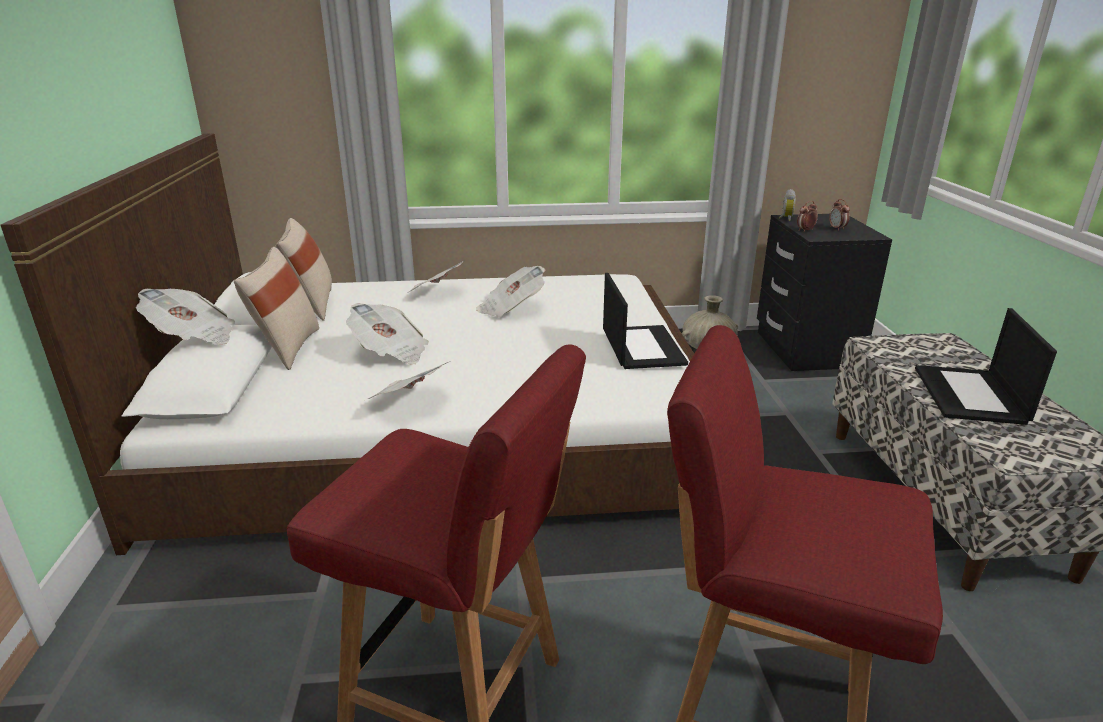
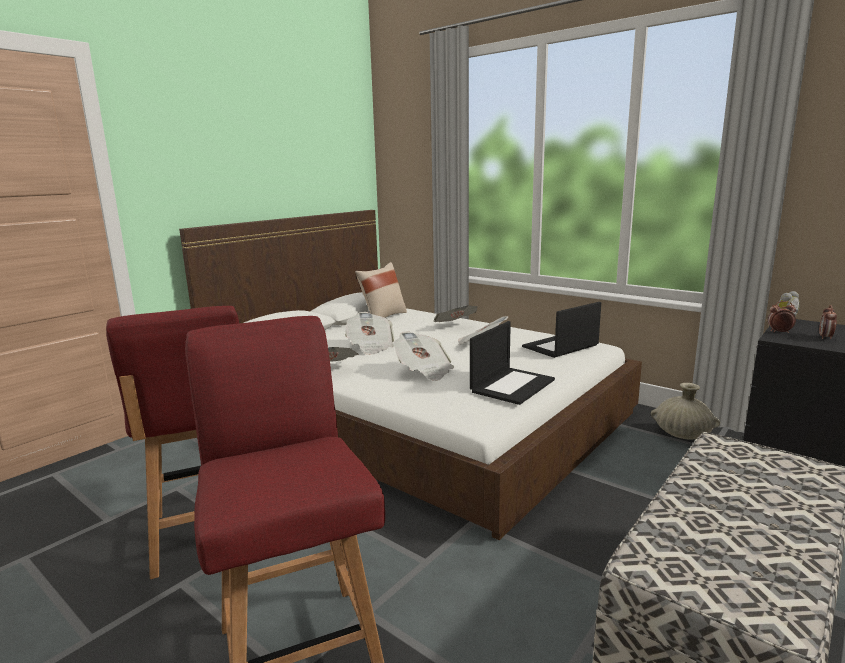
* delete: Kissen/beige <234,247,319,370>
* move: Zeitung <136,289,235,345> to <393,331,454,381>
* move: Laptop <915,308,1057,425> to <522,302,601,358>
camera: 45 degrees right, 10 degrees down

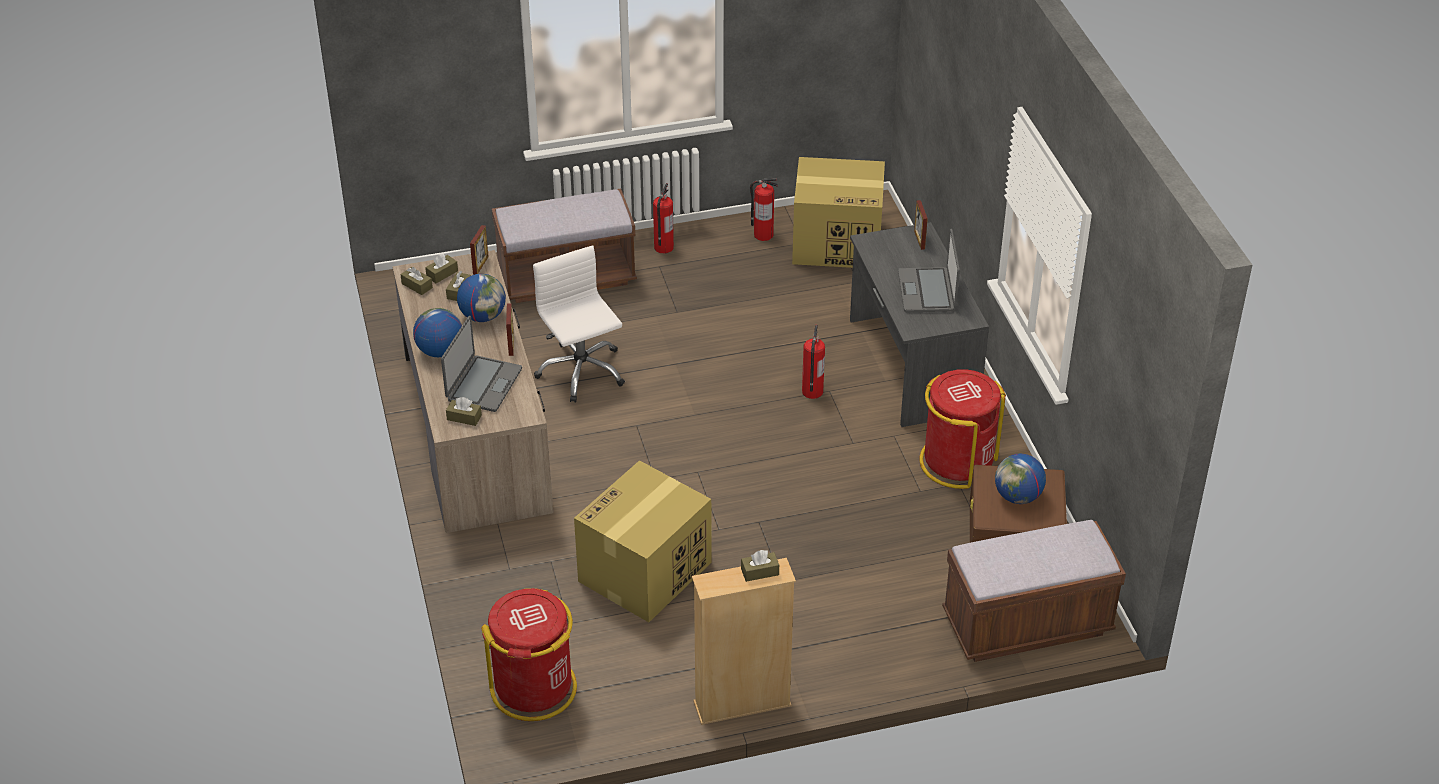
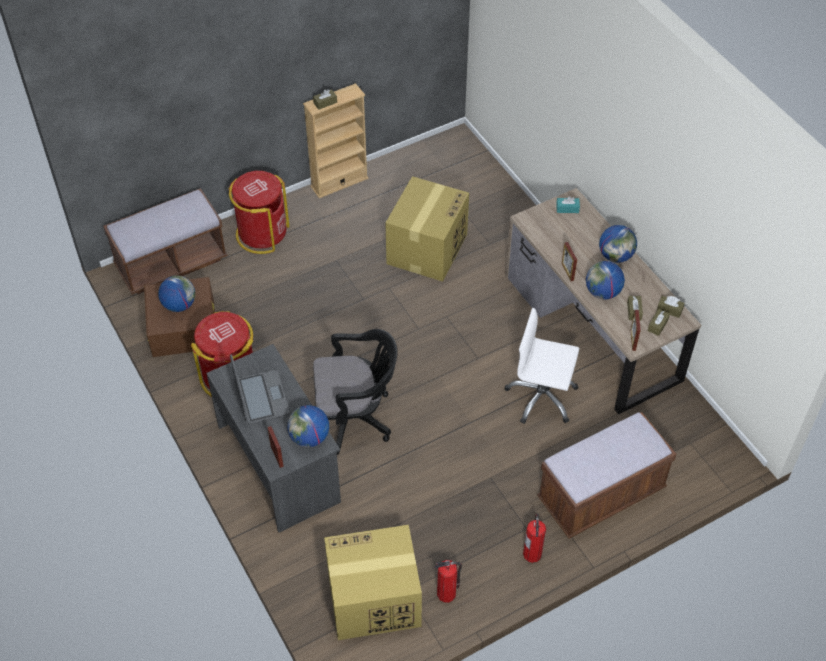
* rotate: Bürostuhl/weiß <533,245,625,402> = <504,308,579,424> 150 degrees clockwise
* delete: Laptop <441,316,522,412>
* replace: Feuerlöscher <802,325,825,399> to Bürostuhl/schwarz <313,329,398,455>
* recolor: Taschentuchbox/braun <446,397,482,426> to Taschentuchbox/türkis <556,196,580,213>
* move: Mülleimer/rot <481,588,577,721> to <229,171,289,254>
* insert: Globus <287,405,329,447>
camera: 165 degrees right, 10 degrees up

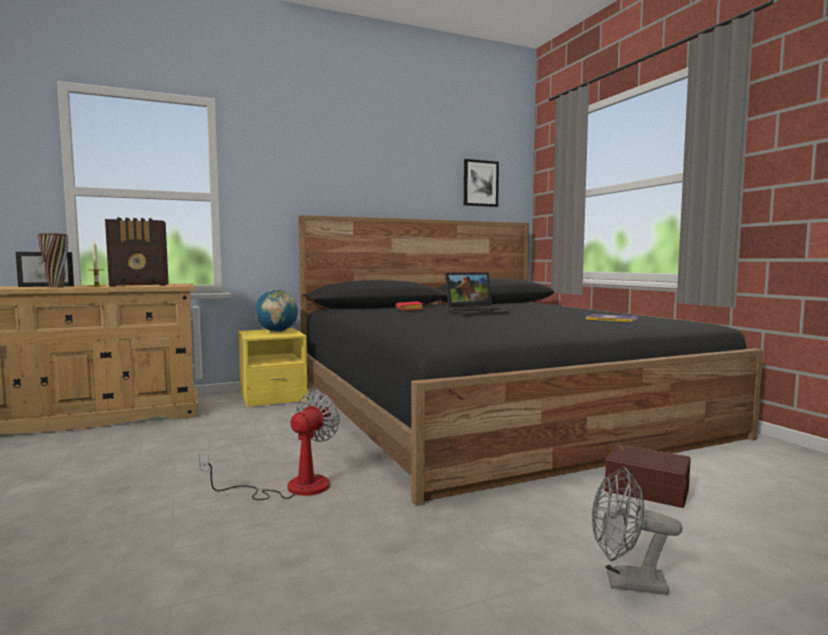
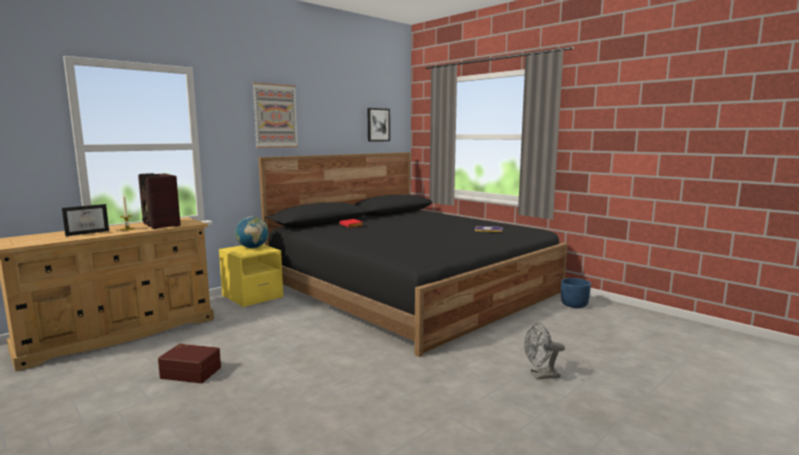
* rotate: Radio <105,217,168,286> = <138,173,181,229> 90 degrees clockwise
* delete: Vase/braun <38,233,68,288>
* delete: Laptop <445,272,509,316>
* delete: Ventilator <199,391,340,500>
* move: Aufbewahrungsbox/braun <605,444,691,508> to <158,344,221,383>
* insert: Bild <252,82,298,148>
* insert: Pflanzkübel/blau <561,278,591,308>
camera: 20 degrees left, 5 degrees up

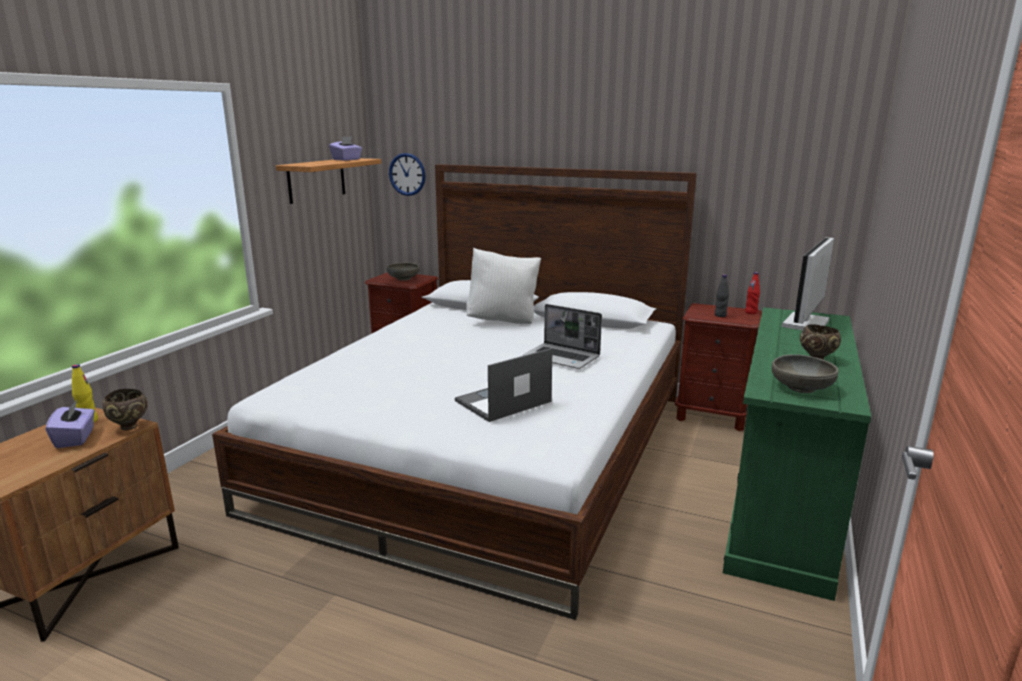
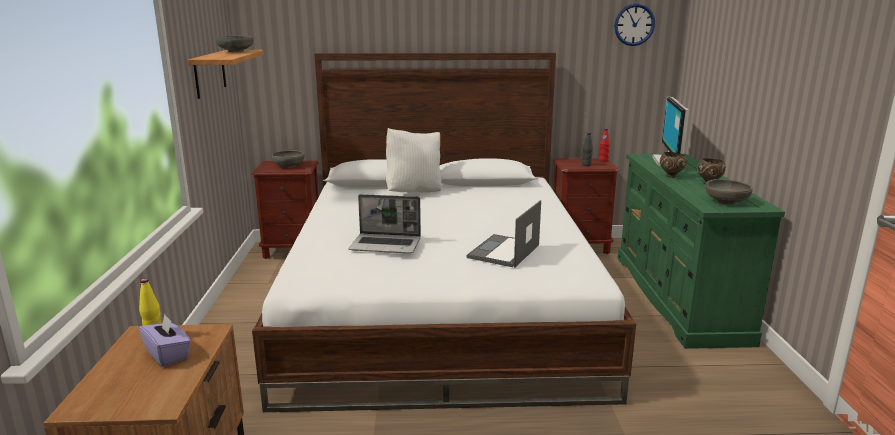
* replace: Taschentuchbox/lila <329,137,362,161> to Schüssel/grau <215,36,253,52>
* move: Wanduhr <389,153,426,196> to <614,3,655,46>
* move: Laptop <523,304,602,369> to <348,194,421,253>
* move: Schüssel/braun <102,389,148,431> to <660,152,687,178>
camera: 25 degrees left, 0 degrees up

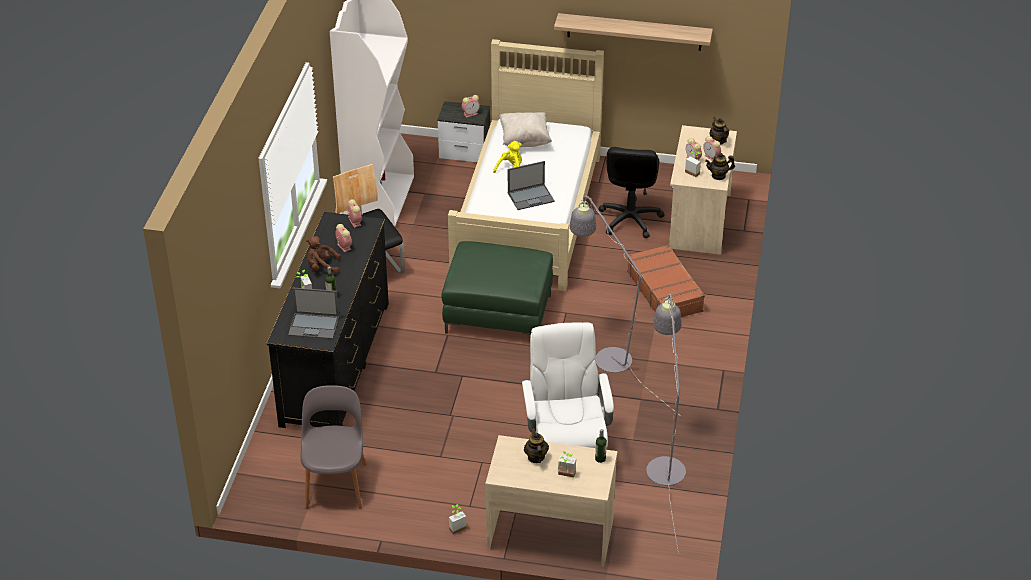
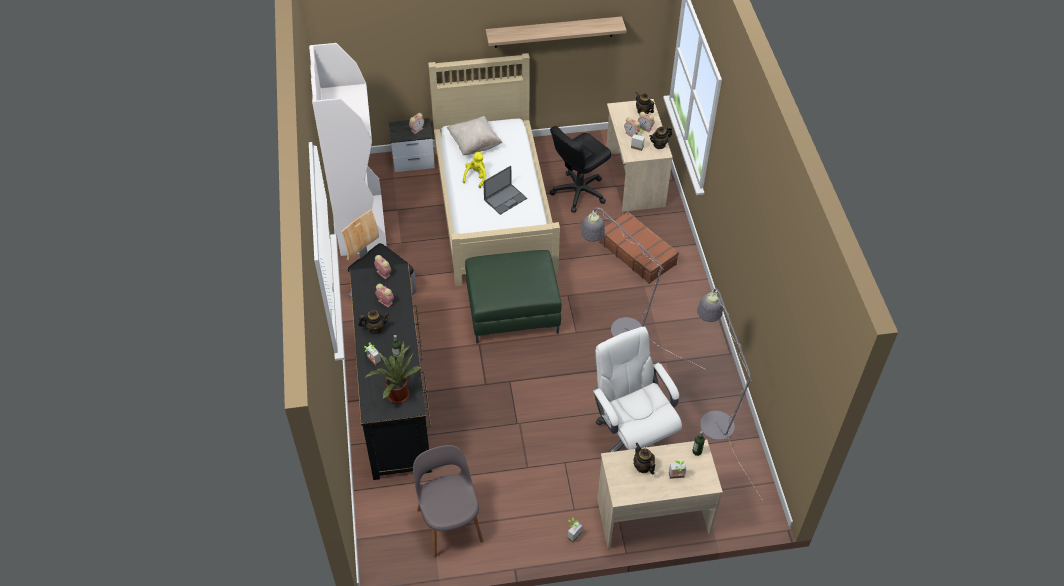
* rotate: Bürostuhl/schwarz <598,147,664,238> = <550,126,611,213> 60 degrees clockwise
* replace: Plüschtier/braun <306,236,341,274> to Teekanne <358,310,389,334>
* replace: Laptop <288,288,339,339> to Topfpflanze <365,342,422,403>
camera: 20 degrees left, 10 degrees up

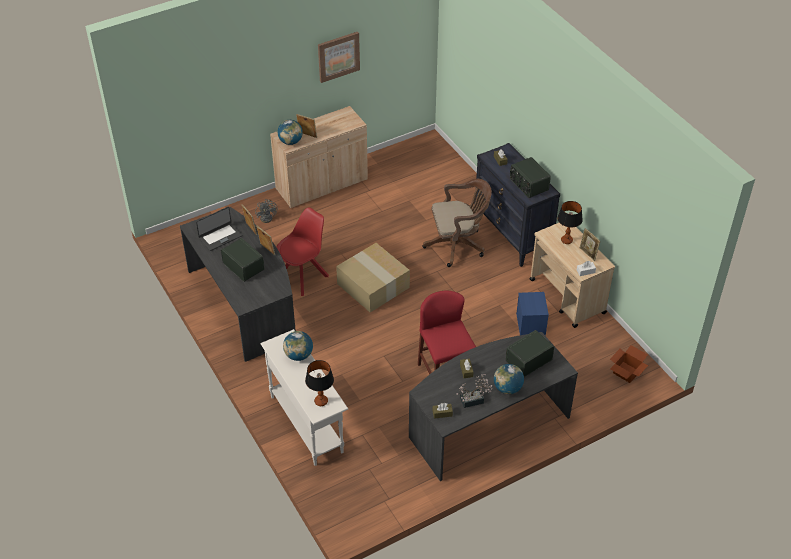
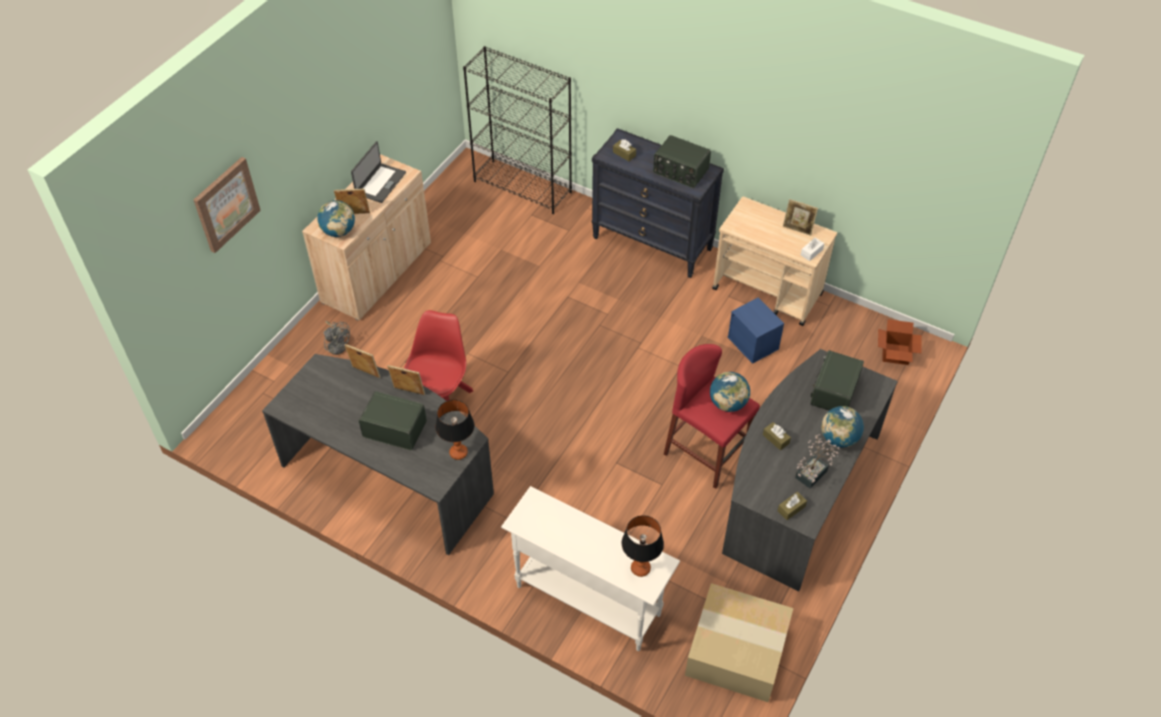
* move: Bild <318,32,360,83> to <194,157,261,253>
* delete: Bürostuhl/braun <422,179,492,267>
* move: Tischlampe <558,201,583,244> to <435,400,474,460>
* move: Laptop <196,206,242,251> to <351,141,406,203>
* move: Karton <336,243,410,312> to <685,583,793,702>
* move: Globus <283,331,313,361> to <710,372,750,412>
* insert: Bücherregal/schwarz <463,46,572,214>
camera: 30 degrees left, 5 degrees up

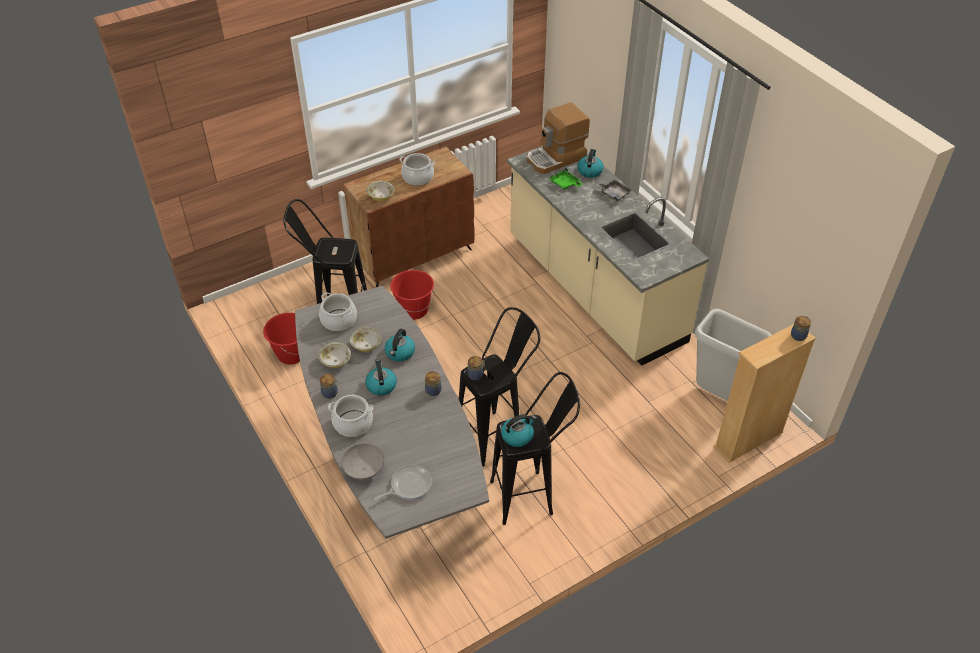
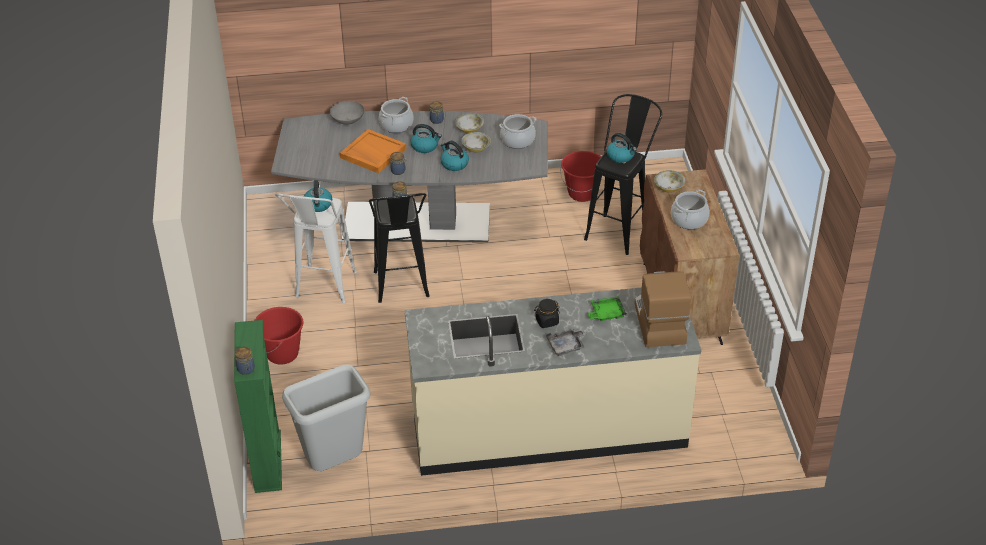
* move: Wasserkessel <577,149,604,178> to <607,133,637,163>
* move: Eimer/rot <390,270,435,320> to <254,307,303,365>
* recolor: Bücherregal/beige <714,324,816,463> to Bücherregal/grün <234,320,282,493>
* recolor: Hocker/schwarz <490,372,580,525> to Hocker/weiß <275,193,357,303>
* delete: Pfanne <374,465,432,500>
* insert: Tablett/orange <340,129,406,173>
* insert: Vorratsglas/schwarz <534,299,560,328>
camera: 115 degrees right, 5 degrees down

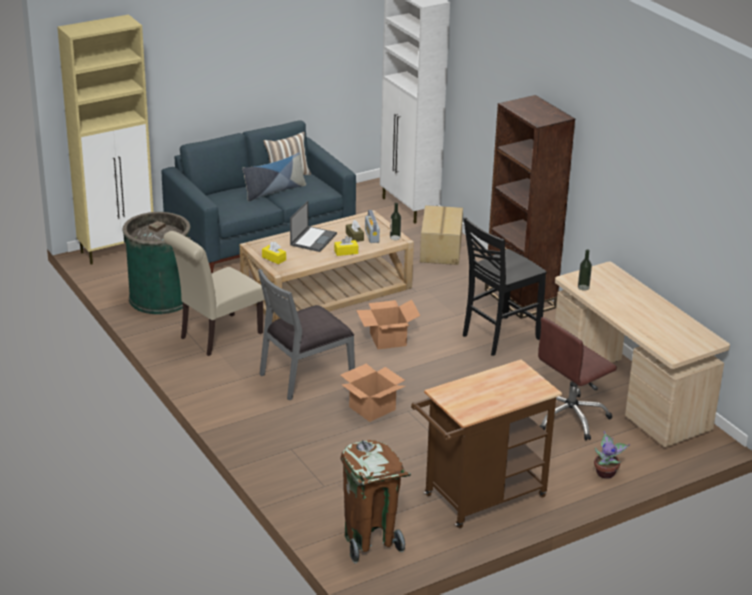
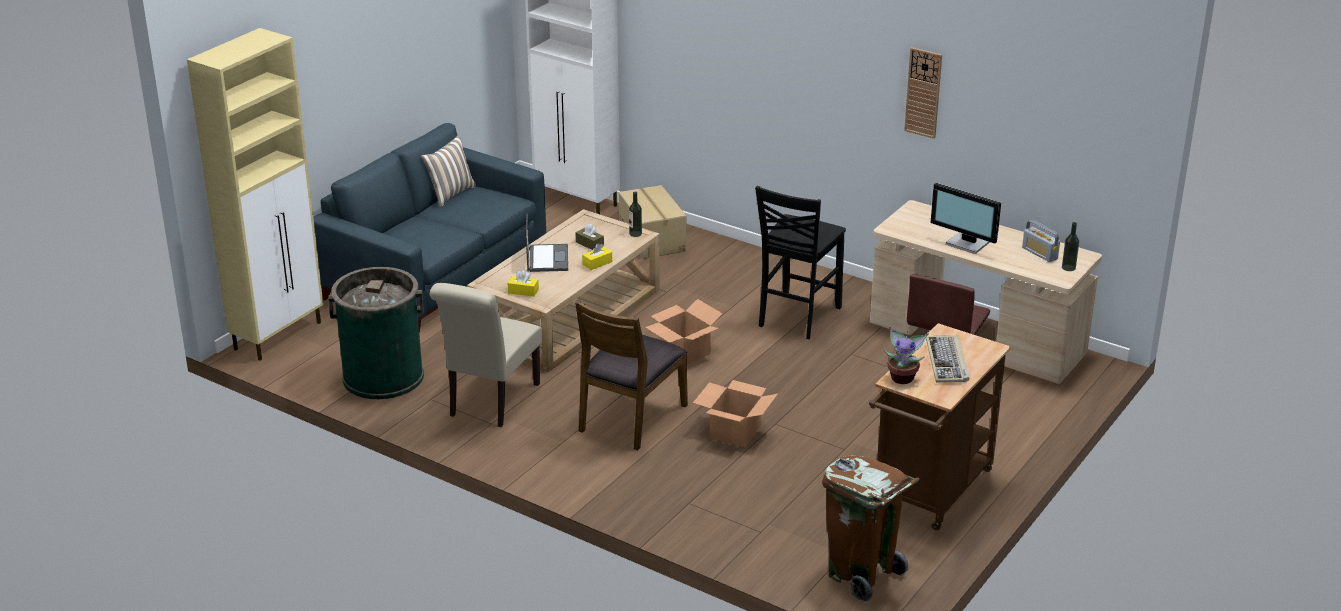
* delete: Bücherregal/braun <485,95,575,319>
* delete: Kissen <242,152,306,201>
* move: Radio <365,210,380,243> to <1022,220,1060,262>
* move: Flasche <578,249,592,291> to <1062,222,1079,271>
* recolor: Stuhl/grau <258,269,355,400> to Stuhl/braun <575,300,688,450>
* move: Topfpflanze <594,431,630,479> to <884,327,929,384>
* insert: Wanduhr <904,47,942,139>
* insert: Monitor <931,183,1001,254>
* insert: Tastatur <926,335,969,382>
camera: 25 degrees left, 0 degrees up

